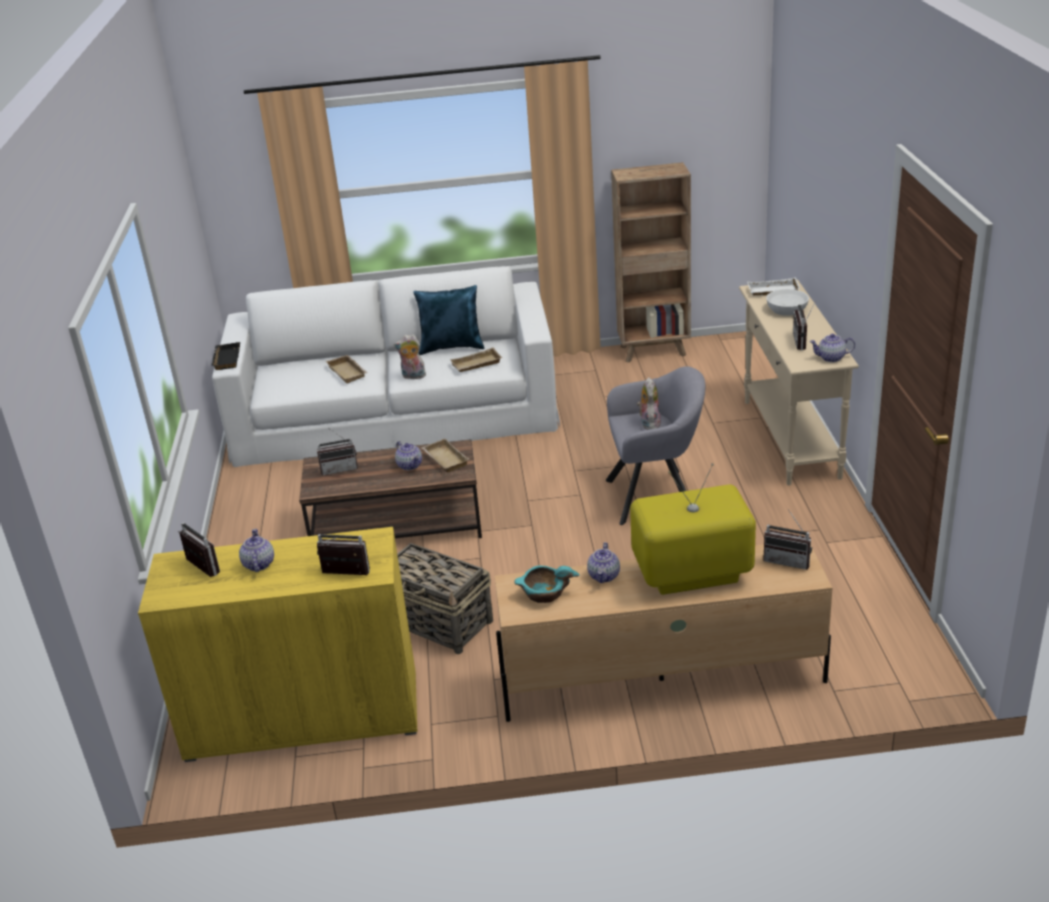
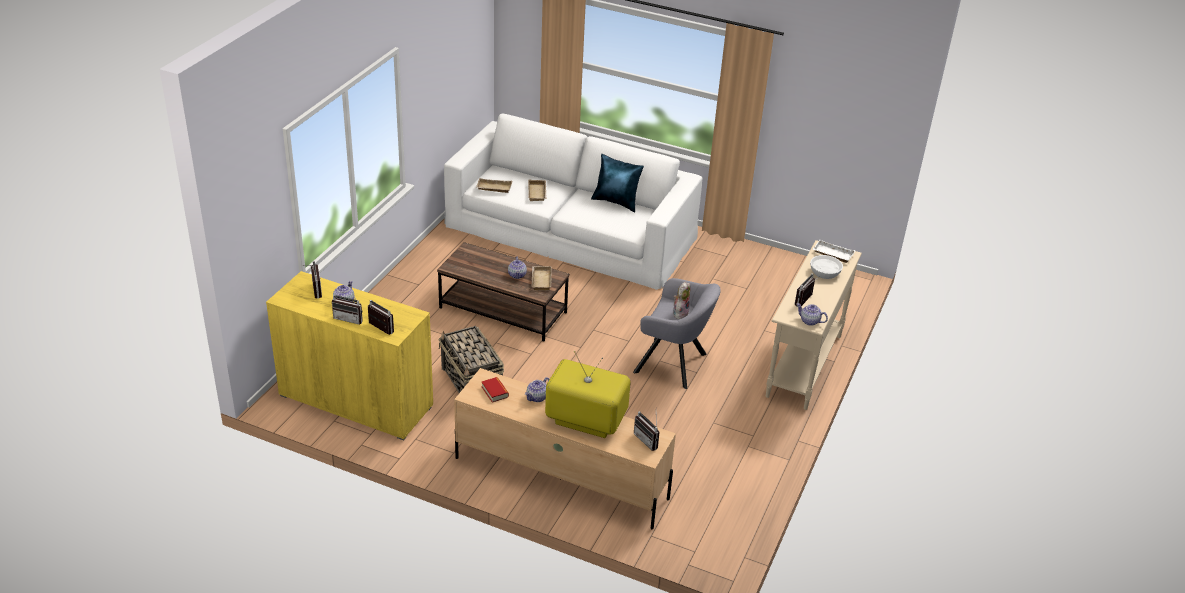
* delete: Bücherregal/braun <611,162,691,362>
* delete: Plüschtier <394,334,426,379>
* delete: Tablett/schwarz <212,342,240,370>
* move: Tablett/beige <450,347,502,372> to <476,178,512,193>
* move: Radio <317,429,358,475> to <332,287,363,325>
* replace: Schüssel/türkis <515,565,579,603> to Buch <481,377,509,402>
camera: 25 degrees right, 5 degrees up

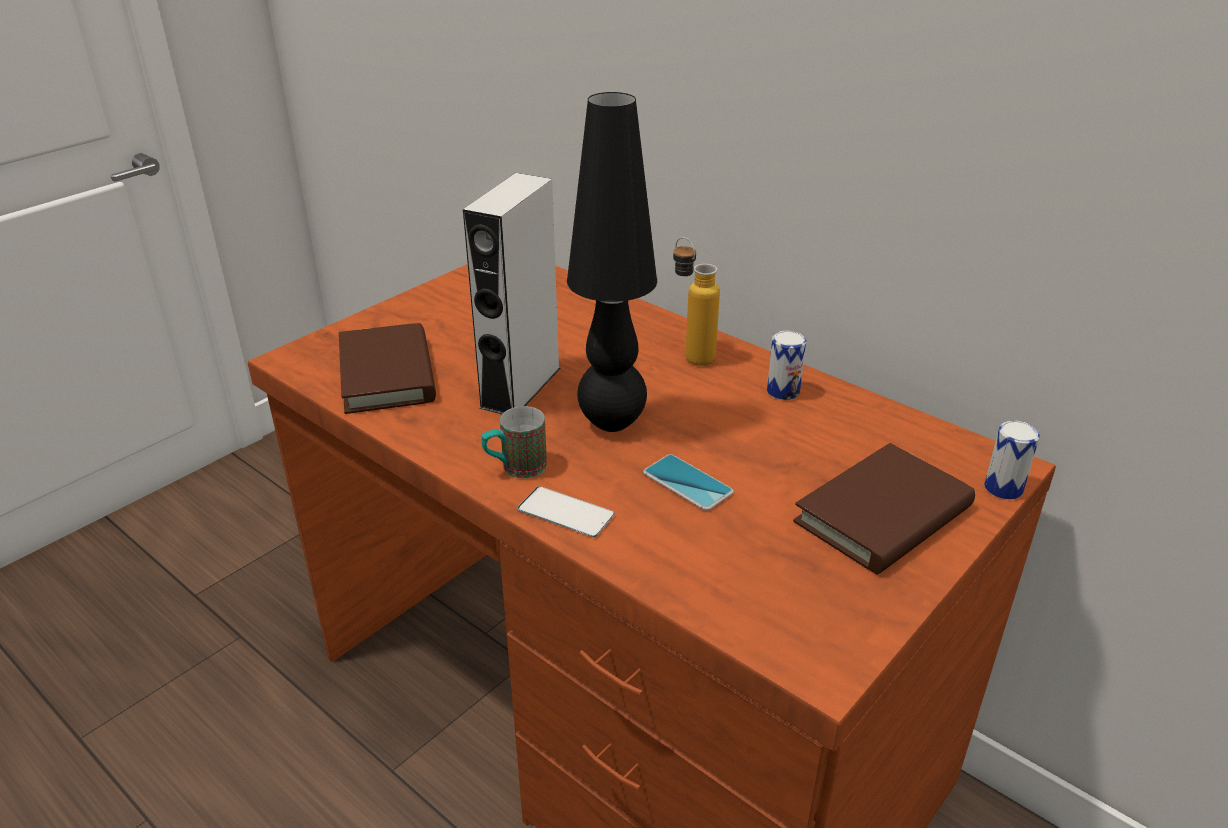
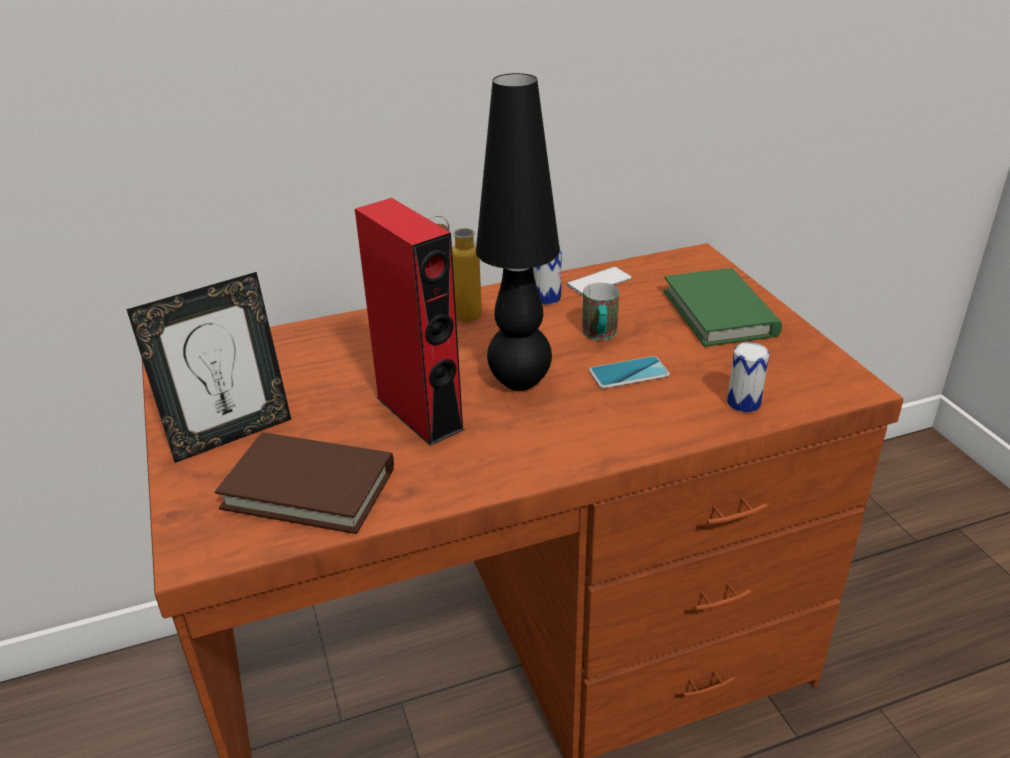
* recolor: Lautsprecher/grau <463,173,561,414> to Lautsprecher/rot <355,198,465,446>
* move: Henkelbecher <481,406,547,478> to <582,282,619,340>
* move: Dose <984,420,1040,500> to <727,342,769,412>
* recolor: Buch/braun <793,443,975,575> to Buch/grün <663,268,782,347>
* move: Handy <517,486,615,537> to <566,267,632,295>
* insert: Bilderrahmen <126,272,291,463>
camera: 60 degrees left, 0 degrees up

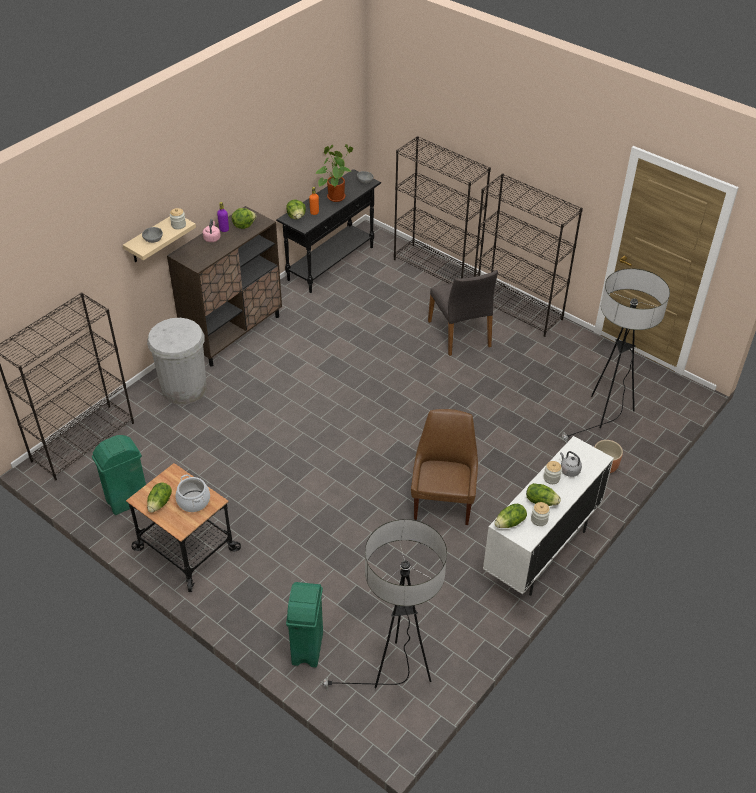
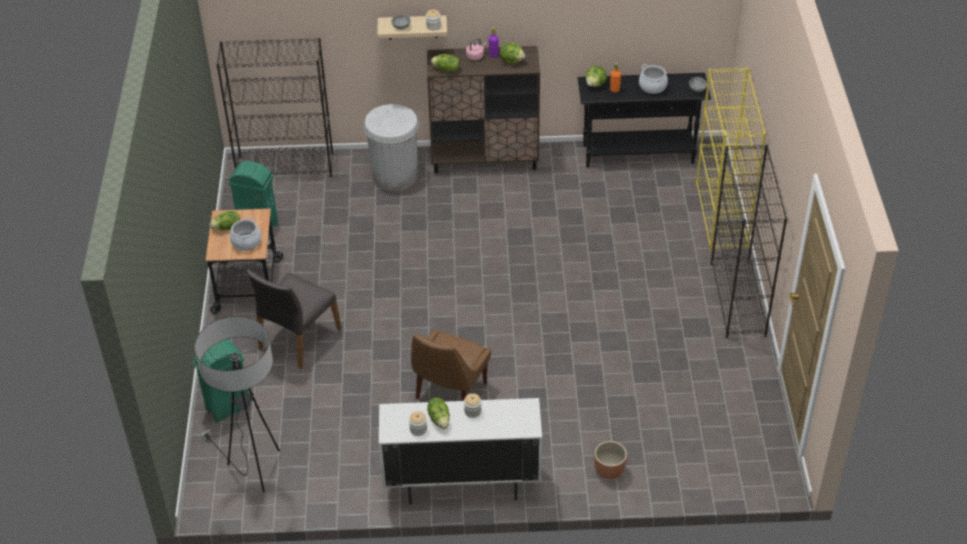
* recolor: Bücherregal/schwarz <394,136,491,284> to Bücherregal/gelb <696,67,766,252>
* replace: Topfpflanze <315,144,353,202> to Kochtopf <639,64,668,94>
* delete: Stehlampe <560,268,670,443>
* move: Stuhl/grau <428,270,498,356> to <247,269,341,369>
* rotate: Stuhl/braun <411,409,478,525> = <411,329,491,401> 150 degrees clockwise
* delete: Wasserkessel/grau <560,451,582,477>
* move: Salatkopf <494,504,527,528> to <431,54,460,72>
camera: 50 degrees right, 0 degrees up

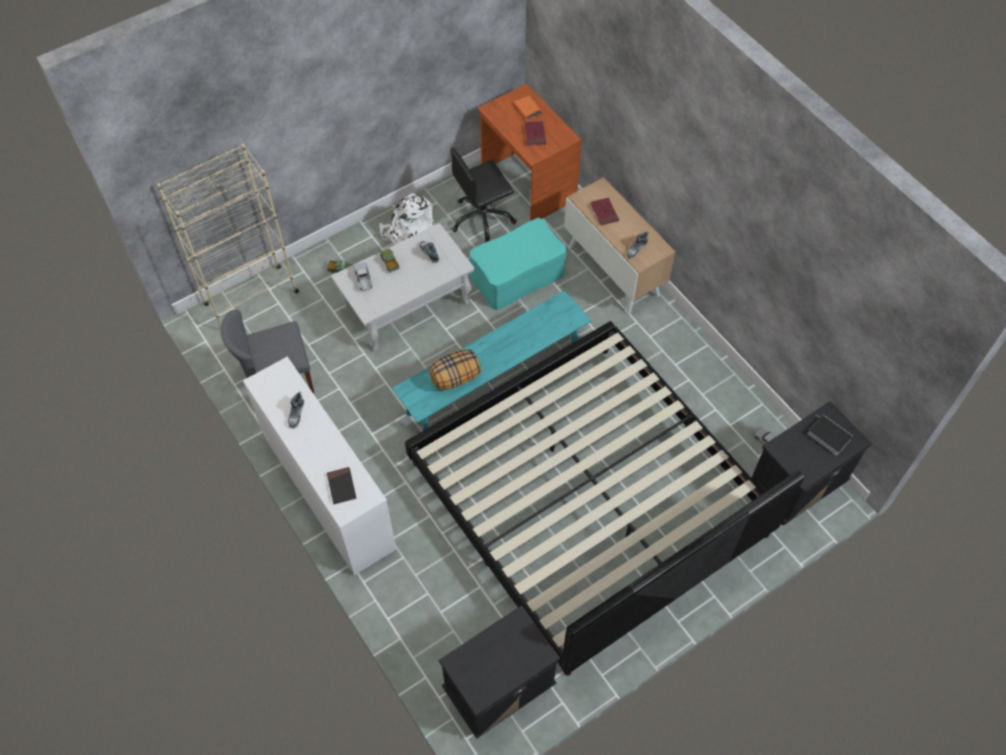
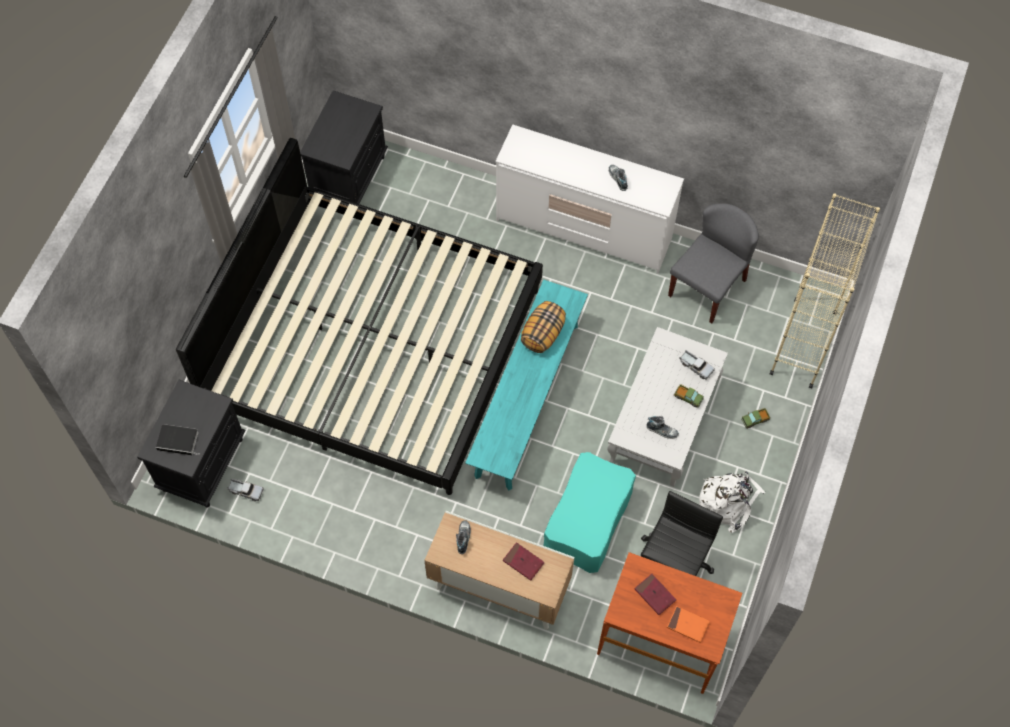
* delete: Buch/schwarz <327,467,356,504>
camera: 145 degrees right, 5 degrees up

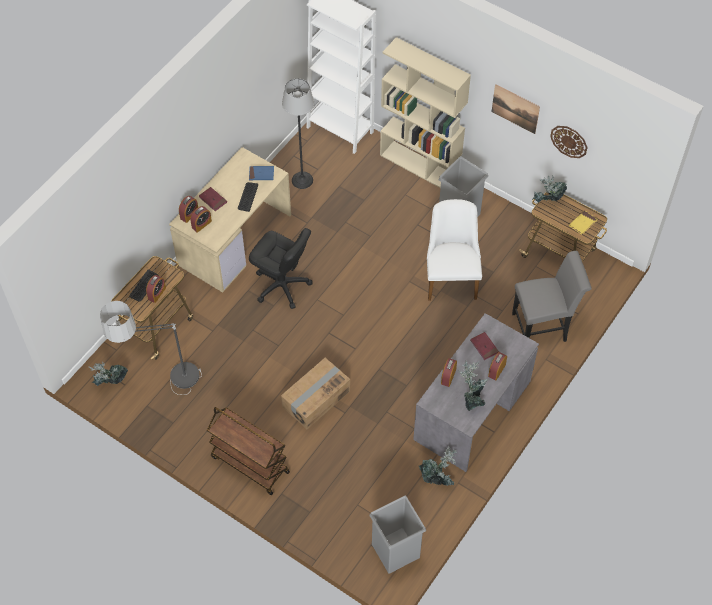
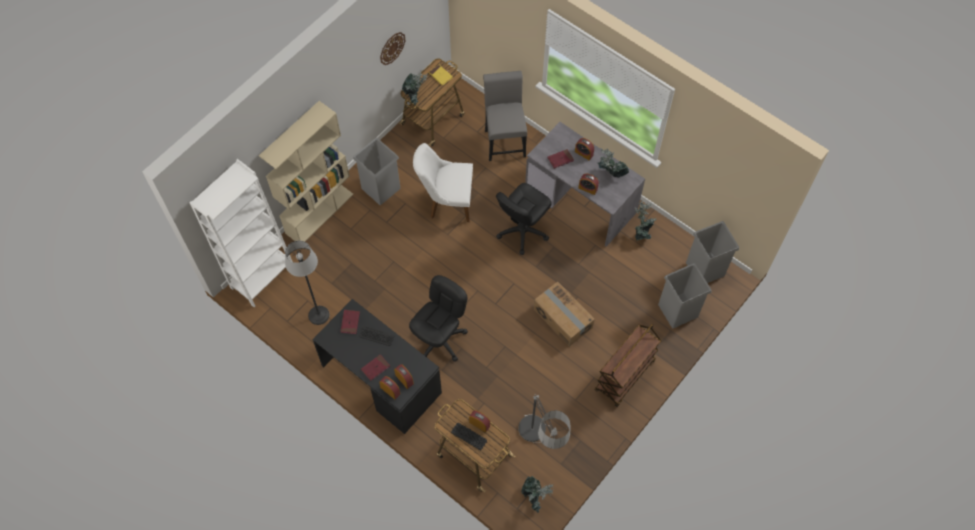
* delete: Bild <492,84,540,134>
* recolor: Schreibtisch/beige <169,147,291,293> to Schreibtisch/schwarz <312,299,442,434>
* recolor: Buch/blau <249,166,274,180> to Buch/rot <340,310,360,334>
* insert: Bürostuhl/schwarz <496,183,552,255>
* insert: Mülleimer/grau <658,263,712,328>
camera: 85 degrees left, 5 degrees up

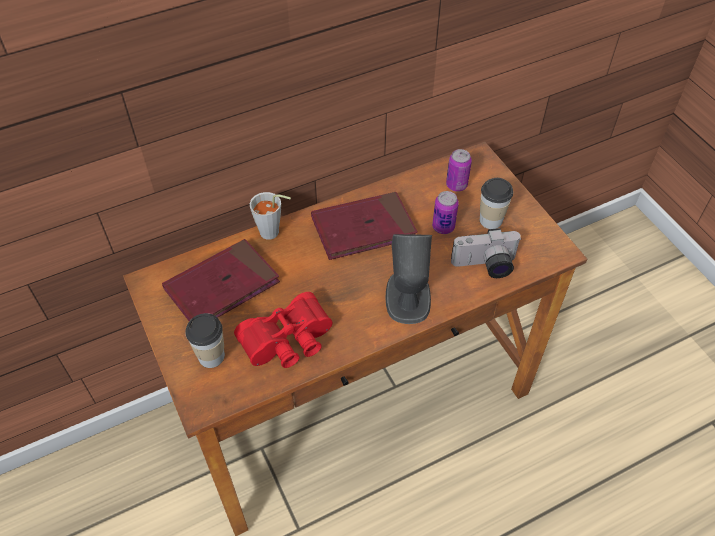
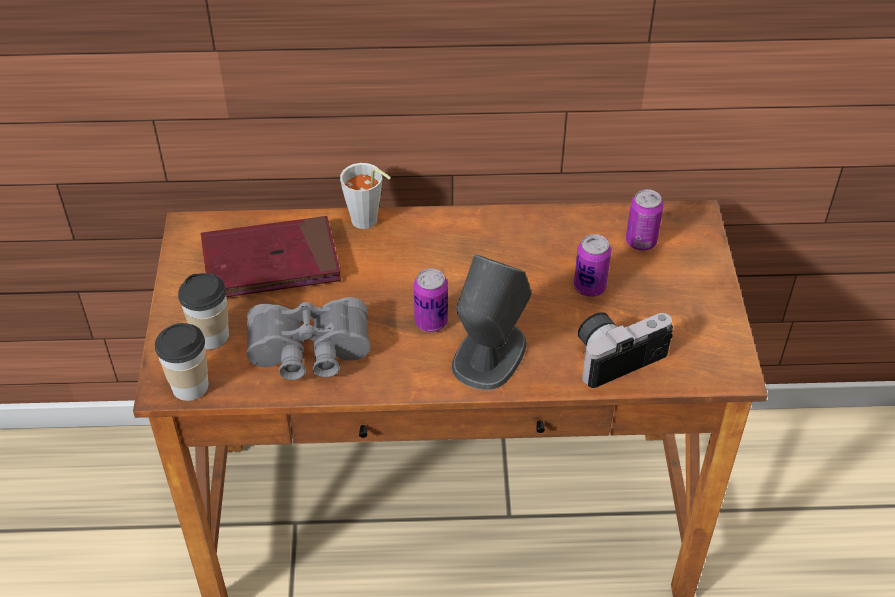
* move: Tasse <480,178,513,229> to <155,323,209,401>
* delete: Buch/rot <311,192,418,260>
* rotate: Kamera <451,228,522,278> = <578,312,673,388> 135 degrees clockwise
* recolor: Fernglas/rot <234,292,332,368> to Fernglas/grau <247,297,370,380>
* insert: Dose <414,268,448,332>
camera: 25 degrees right, 5 degrees down

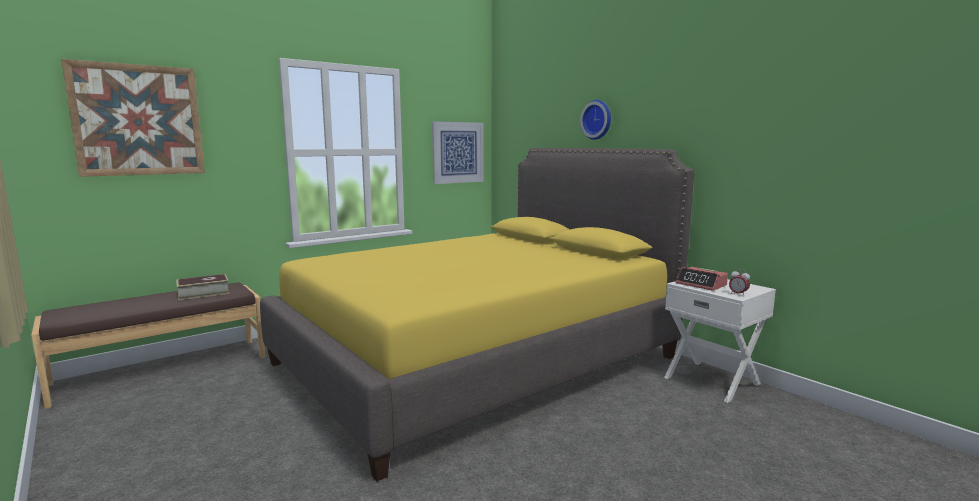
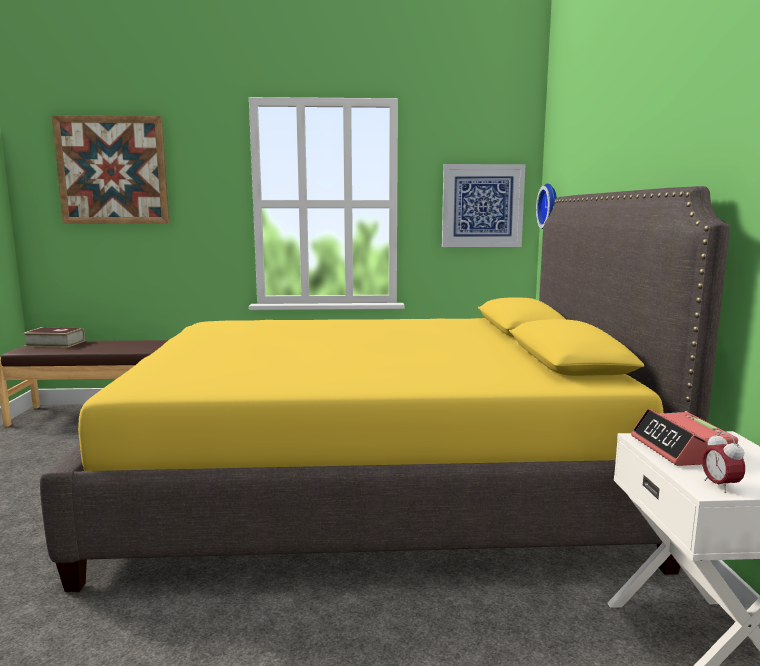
* move: Wanduhr <580,100,611,140> to <536,184,557,229>
* move: Buch <176,274,230,300> to <23,327,85,348>
camera: 35 degrees right, 0 degrees up

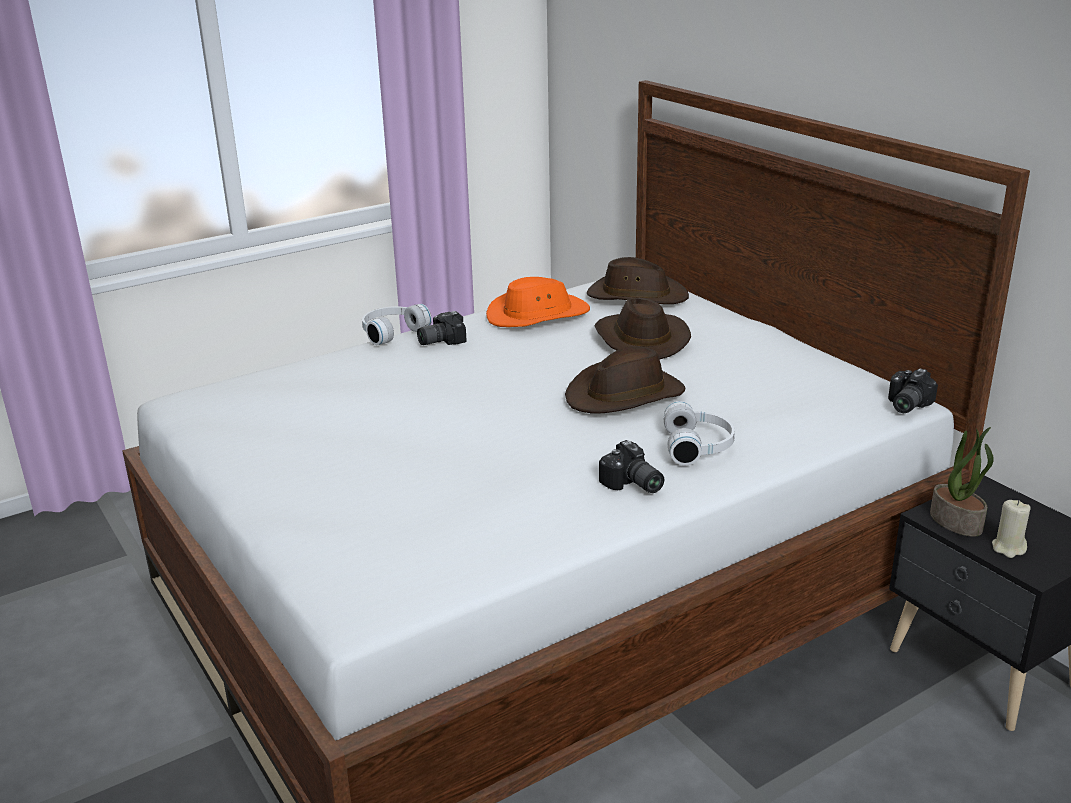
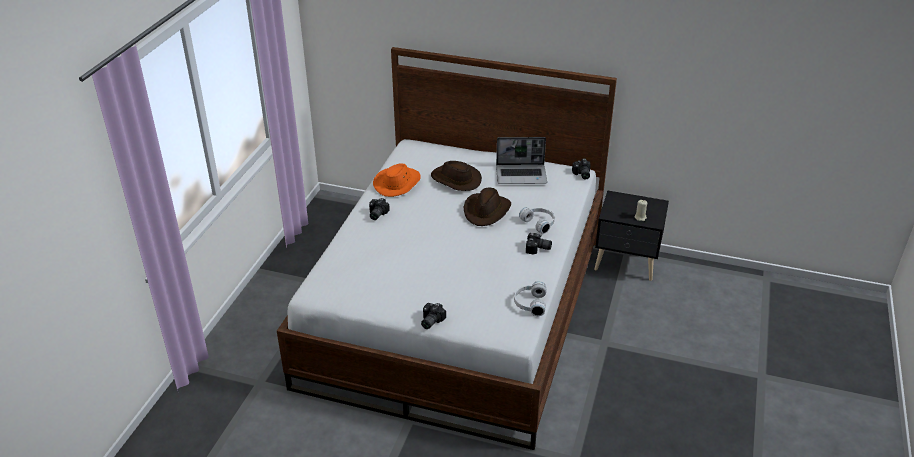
* delete: Hut/braun <587,257,689,304>
* move: Kopfhörer/weiß <362,304,432,345> to <514,281,547,316>
* delete: Topfpflanze <930,427,994,537>
* insert: Laptop <496,137,547,184>
* insert: Kamera <421,303,446,329>
camera: 40 degrees left, 10 degrees up

